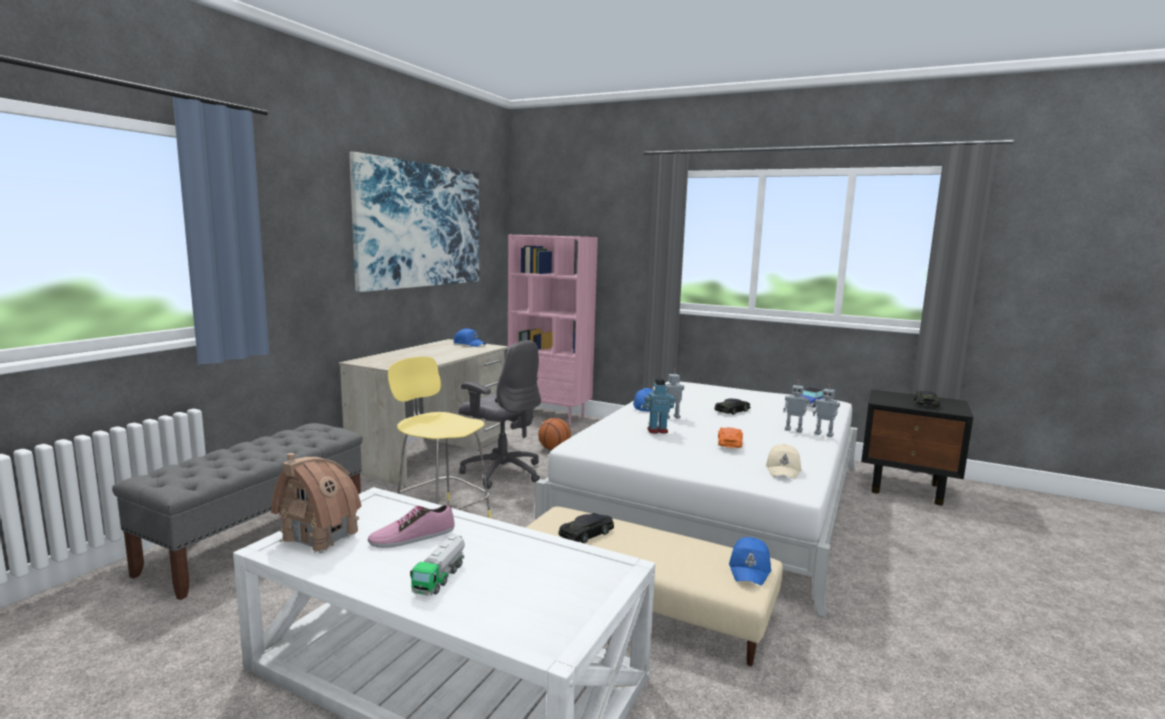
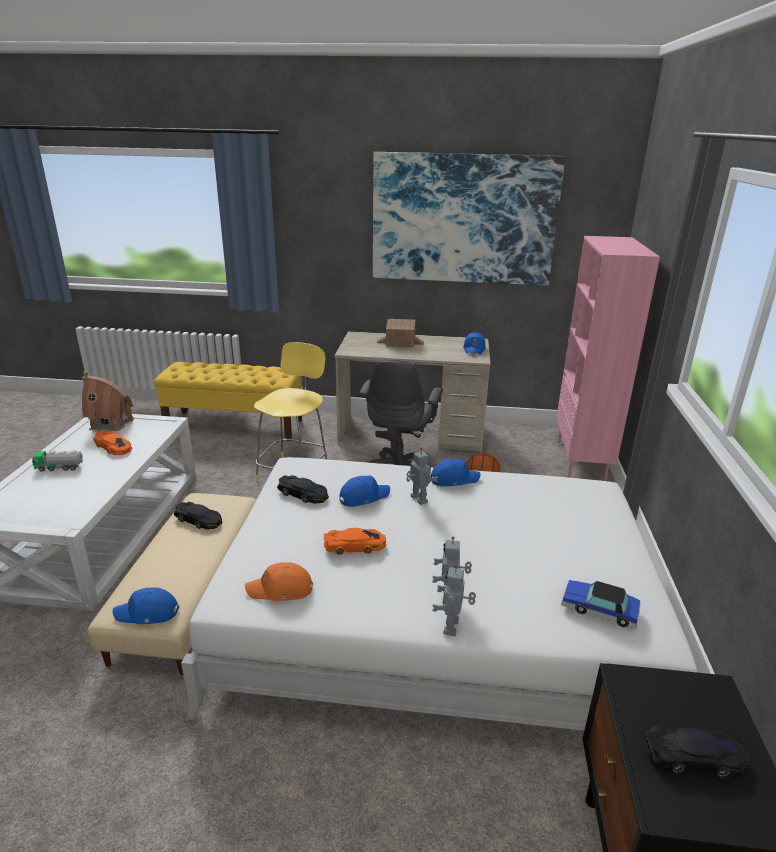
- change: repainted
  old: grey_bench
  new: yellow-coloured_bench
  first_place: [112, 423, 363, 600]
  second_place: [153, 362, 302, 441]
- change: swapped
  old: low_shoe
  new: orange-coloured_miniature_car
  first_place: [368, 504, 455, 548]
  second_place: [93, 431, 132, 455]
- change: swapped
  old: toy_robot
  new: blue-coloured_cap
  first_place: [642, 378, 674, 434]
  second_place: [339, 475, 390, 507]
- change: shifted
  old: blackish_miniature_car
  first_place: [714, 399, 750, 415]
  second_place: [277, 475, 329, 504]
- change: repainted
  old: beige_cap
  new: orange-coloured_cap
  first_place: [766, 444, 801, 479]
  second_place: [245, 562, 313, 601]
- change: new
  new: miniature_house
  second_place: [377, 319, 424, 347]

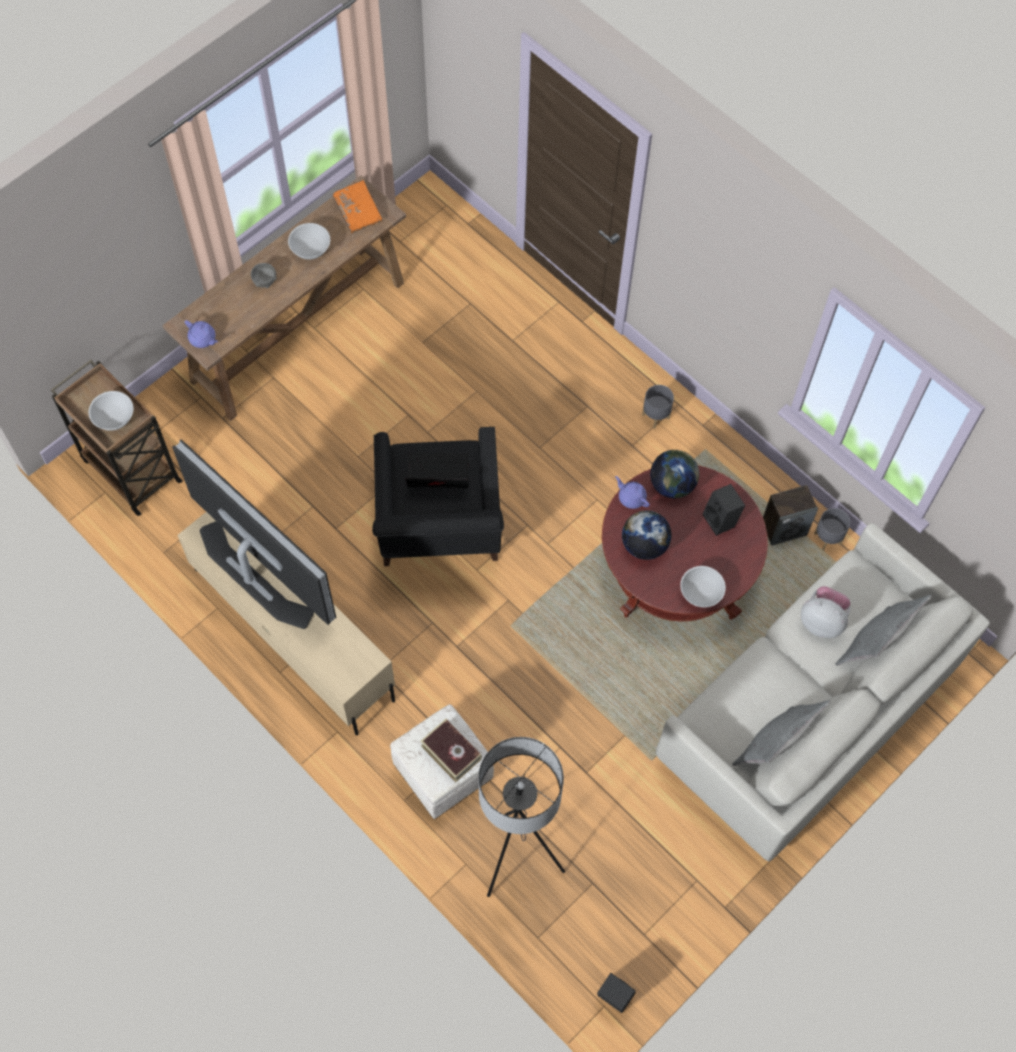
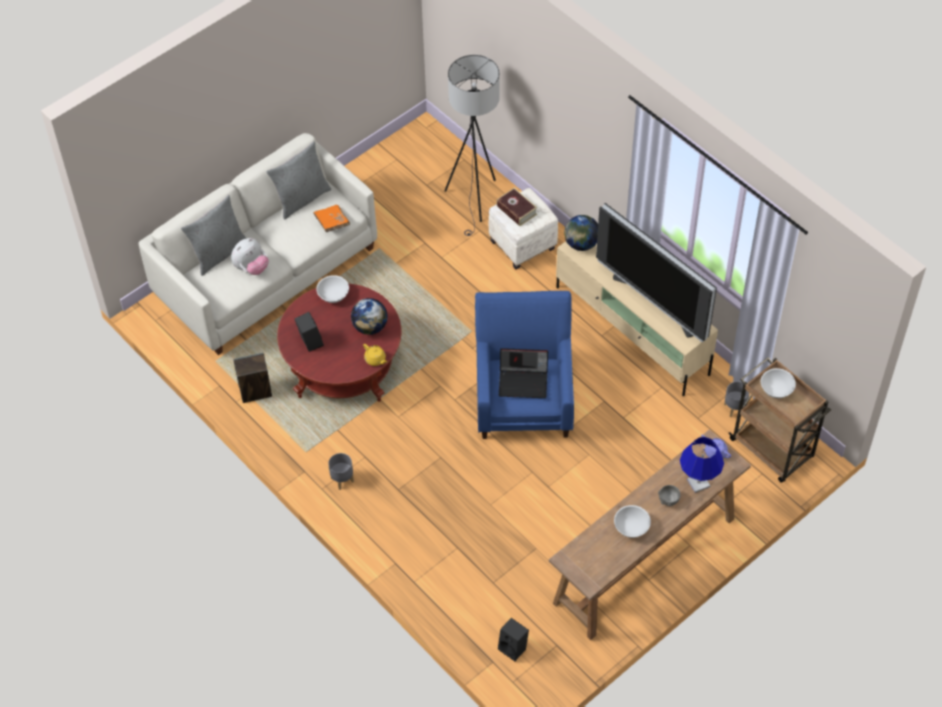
- change: shifted
  old: orange-coloured_bound_book
  first_place: [332, 180, 383, 233]
  second_place: [313, 205, 350, 232]
- change: repainted
  old: blackish_easy_chair
  new: blue-coloured_easy_chair
  first_place: [372, 427, 504, 566]
  second_place: [475, 291, 574, 439]
- change: shifted
  old: blackish_audio_speaker
  first_place: [597, 973, 636, 1013]
  second_place: [498, 618, 529, 661]
- change: repainted
  old: purple-coloured_teapot
  new: yellow-coloured_teapot
  first_place: [615, 476, 650, 509]
  second_place: [363, 344, 387, 366]
- change: shifted
  old: desk_globe
  first_place: [650, 450, 699, 498]
  second_place: [564, 215, 598, 251]
- change: rotated
  old: plush_toy
  first_place: [801, 586, 851, 638]
  second_place: [231, 238, 269, 275]
  degrees: -75
- change: shifted
  old: grey_flower_pot
  first_place: [814, 508, 850, 551]
  second_place: [724, 381, 750, 417]
- change: new
  new: blue-coloured_table_lamp
  second_place: [680, 437, 724, 493]

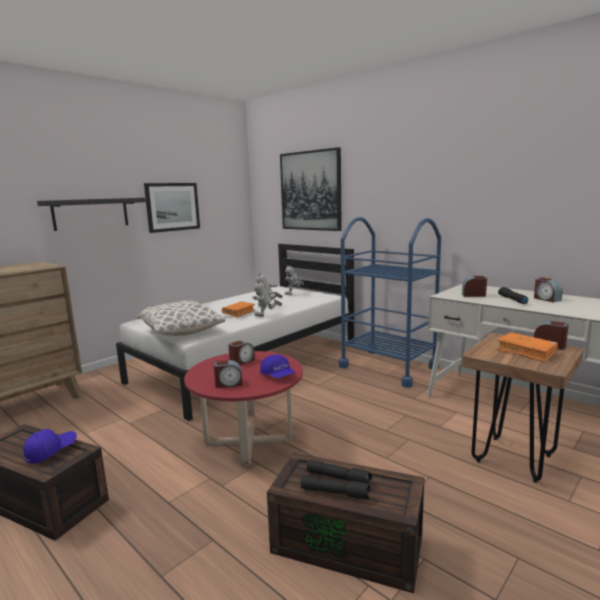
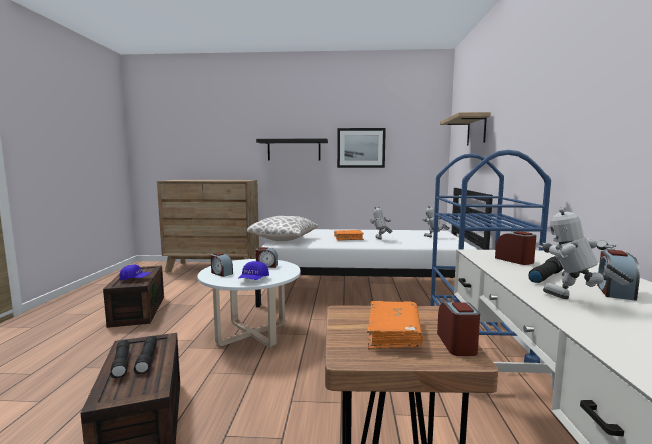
- change: repainted
  old: red-coloured_low_table
  new: white_low_table
  first_place: [184, 351, 303, 465]
  second_place: [197, 259, 301, 347]
- change: shifted
  old: toy_robot
  first_place: [252, 280, 283, 317]
  second_place: [538, 206, 634, 299]
- change: swapped
  old: picture
  new: shelf
  first_place: [280, 147, 342, 231]
  second_place: [440, 112, 491, 146]

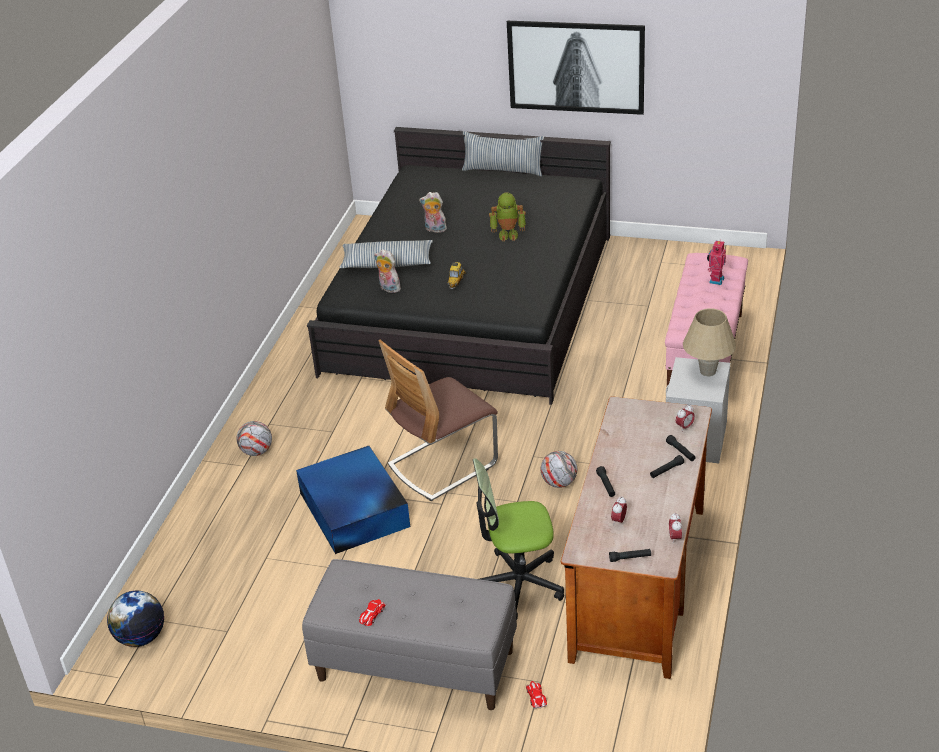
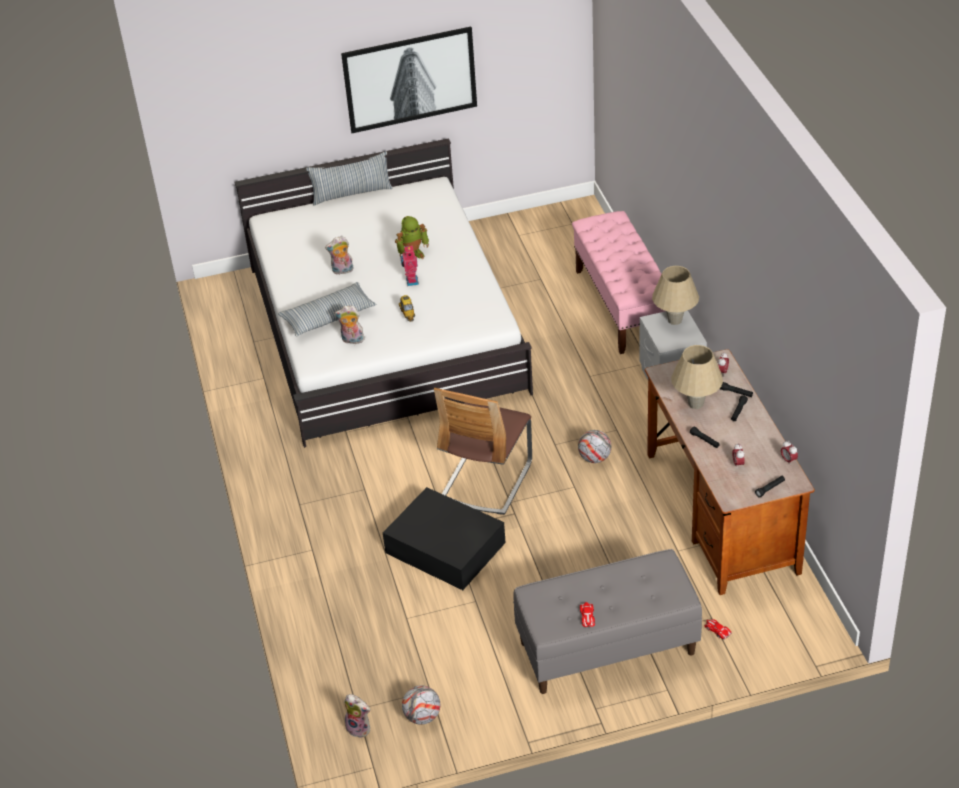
- change: swapped
  old: desk_globe
  new: plush_toy
  first_place: [107, 591, 164, 647]
  second_place: [344, 694, 370, 738]
- change: shifted
  old: football
  first_place: [237, 421, 272, 456]
  second_place: [402, 685, 440, 725]
- change: repainted
  old: blue-coloured_storage_container
  new: blackish_storage_container
  first_place: [296, 446, 410, 554]
  second_place: [383, 487, 506, 590]
- change: repainted
  old: blackish_bedroom_bed
  new: white_bedroom_bed
  first_place: [307, 127, 611, 405]
  second_place: [234, 138, 533, 448]
- change: gone
  old: computer_chair
  first_place: [473, 458, 564, 620]
- change: shifted
  old: toy_robot
  first_place: [707, 239, 726, 285]
  second_place: [401, 245, 419, 286]
- change: new
  new: beige_table_lamp
  second_place: [671, 345, 723, 409]

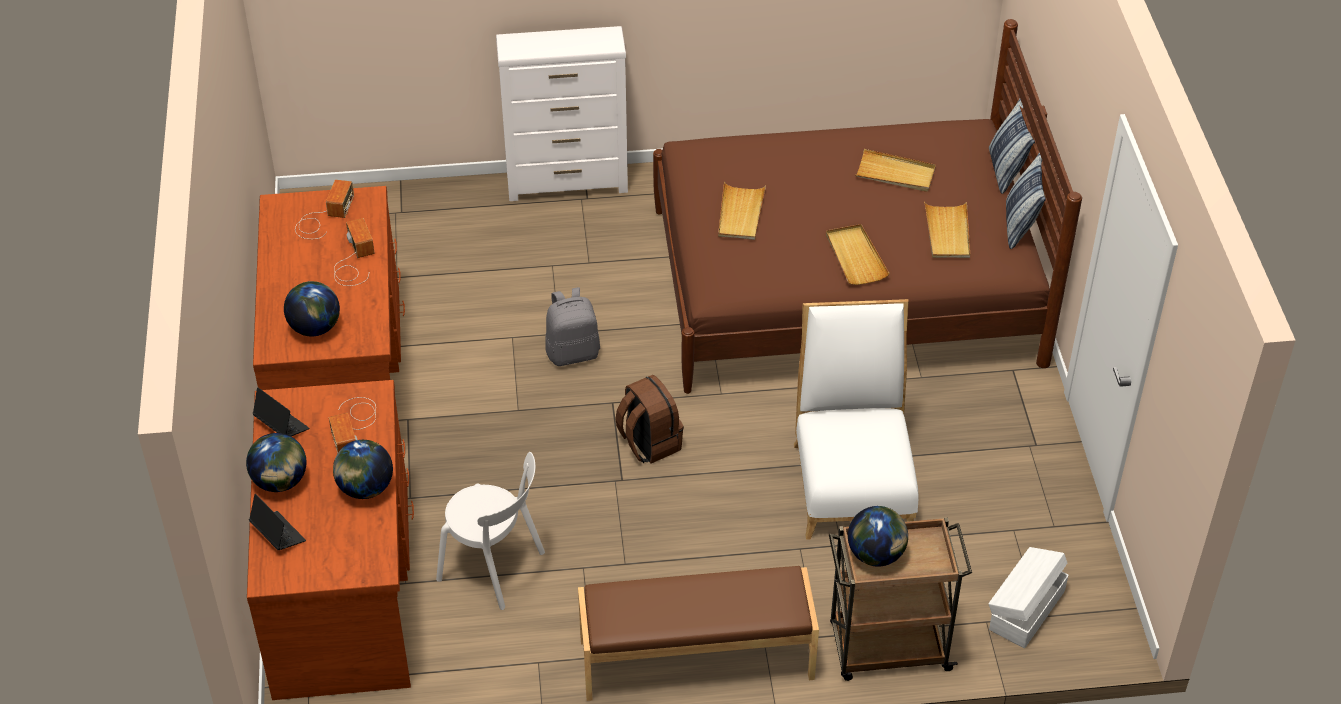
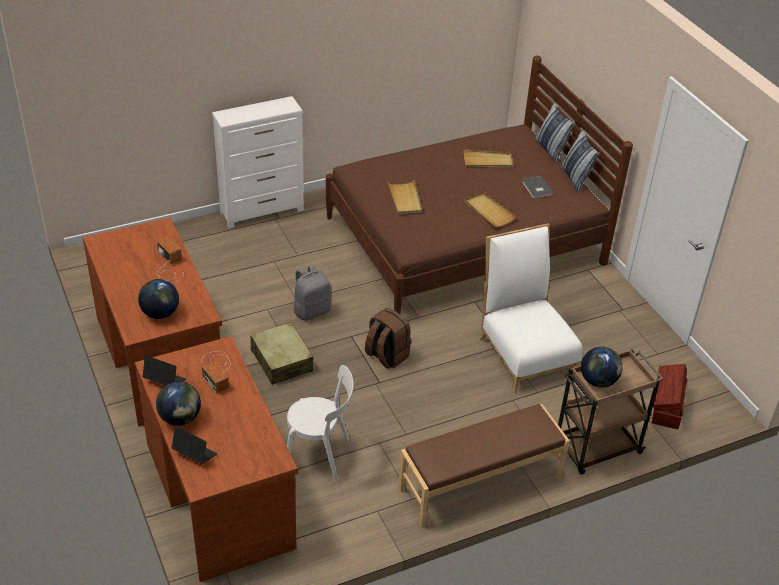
- change: gone
  old: radio_receiver
  first_place: [295, 180, 354, 239]
- change: gone
  old: desk_globe
  first_place: [333, 440, 393, 499]
- change: swapped
  old: beige_serving_tray
  new: grey_bound_book
  first_place: [924, 202, 970, 258]
  second_place: [522, 176, 554, 198]
- change: repainted
  old: white_storage_container
  new: brown_storage_container
  first_place: [989, 547, 1068, 648]
  second_place: [652, 364, 687, 429]
- change: new
  new: beige_piece_of_luggage
  second_place: [250, 322, 313, 385]

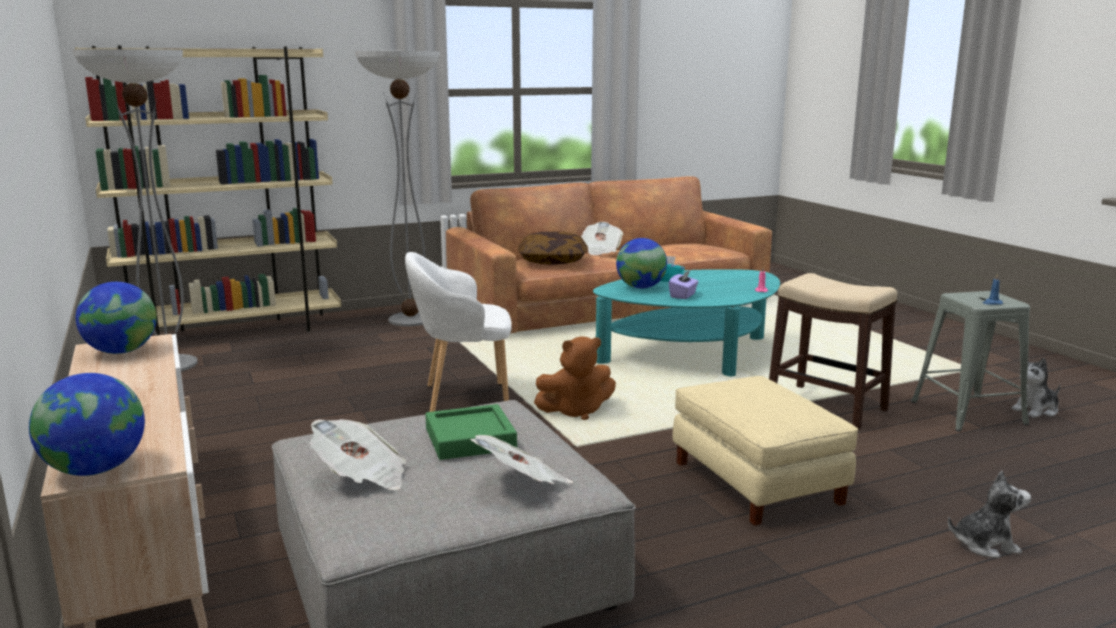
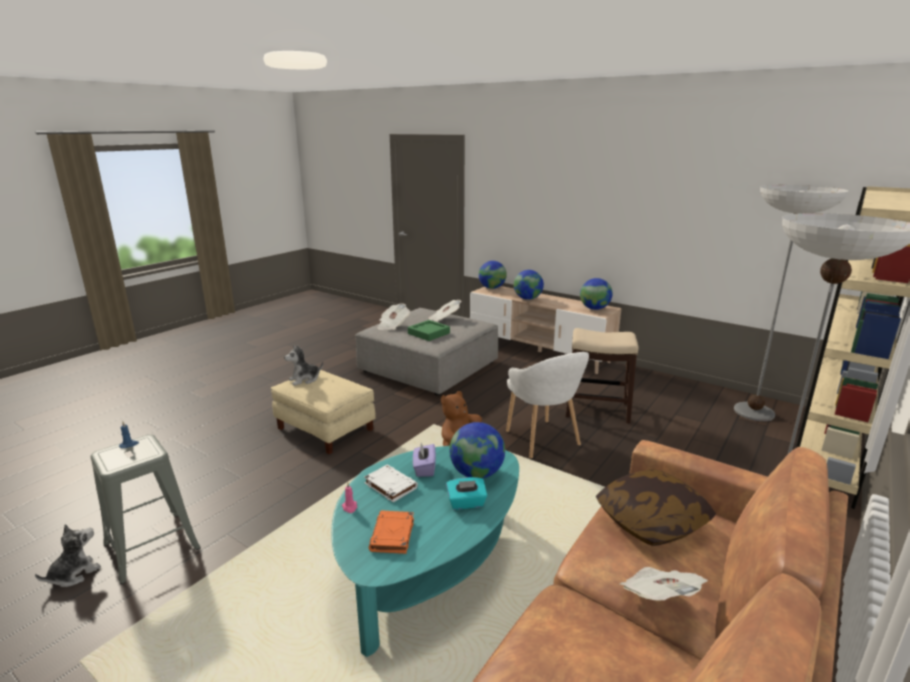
- change: rotated
  old: white_easy_chair
  first_place: [405, 252, 512, 412]
  second_place: [506, 352, 589, 459]
  degrees: 105
- change: shifted
  old: stool
  first_place: [769, 273, 897, 430]
  second_place: [566, 328, 639, 424]
- change: shifted
  old: plush_toy
  first_place: [948, 471, 1031, 558]
  second_place: [284, 345, 323, 386]
- change: new
  new: white_bound_book
  second_place: [364, 464, 418, 502]
- change: new
  new: orange-coloured_bound_book
  second_place: [369, 511, 414, 554]
- change: new
  new: desk_globe
  second_place: [514, 270, 544, 300]

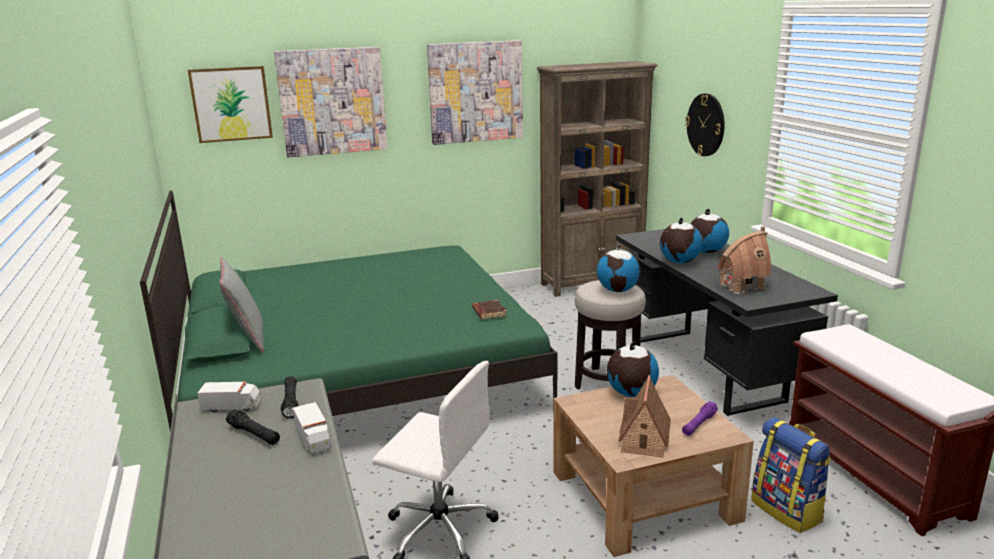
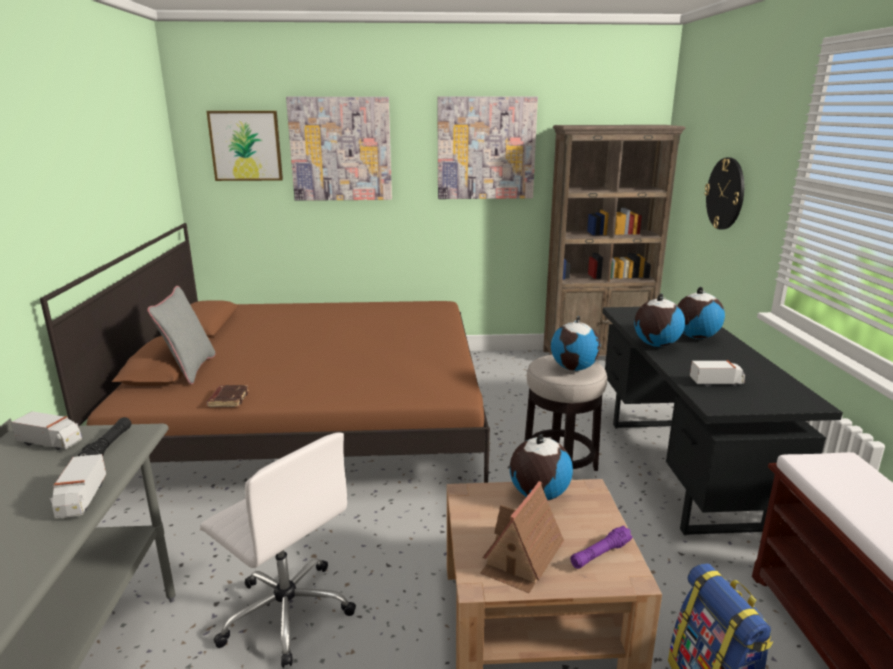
- change: repainted
  old: green-coloured_bedroom_bed
  new: brown_bedroom_bed
  first_place: [140, 191, 557, 431]
  second_place: [40, 223, 490, 483]
- change: gone
  old: blackish_flashlight
  first_place: [226, 409, 280, 445]
- change: shifted
  old: brown_bound_book
  first_place: [472, 300, 507, 319]
  second_place: [206, 385, 249, 407]
- change: swapped
  old: miniature_house
  new: toy_lorry
  first_place: [717, 226, 771, 294]
  second_place: [690, 360, 745, 386]

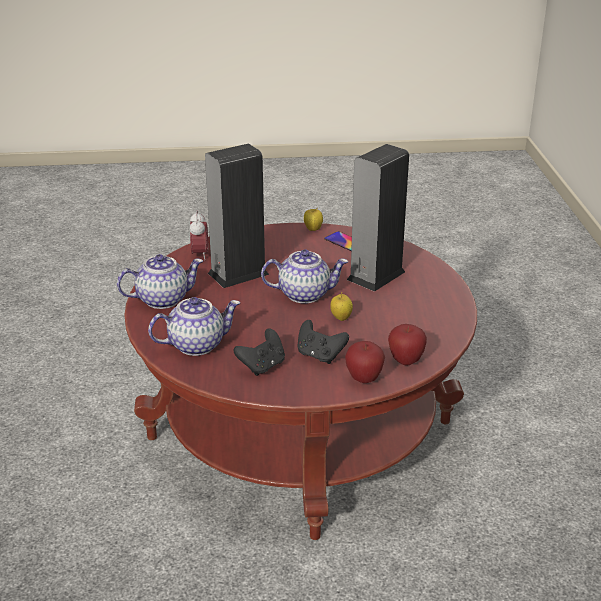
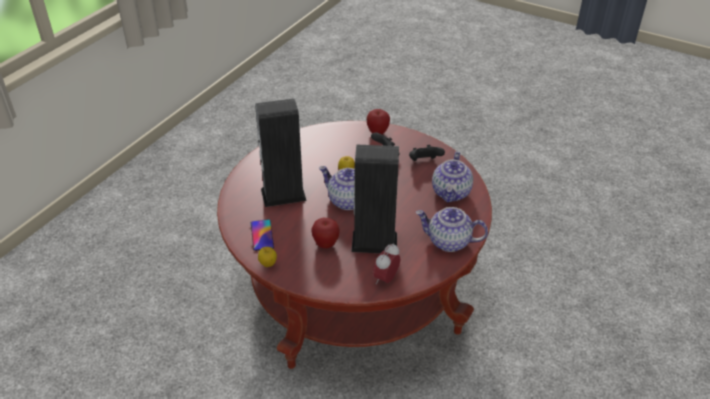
- change: rotated
  old: teapot
  first_place: [148, 297, 240, 356]
  second_place: [432, 152, 473, 203]
  degrees: -90
- change: shifted
  old: whole_apple
  first_place: [388, 324, 427, 366]
  second_place: [312, 218, 340, 248]

